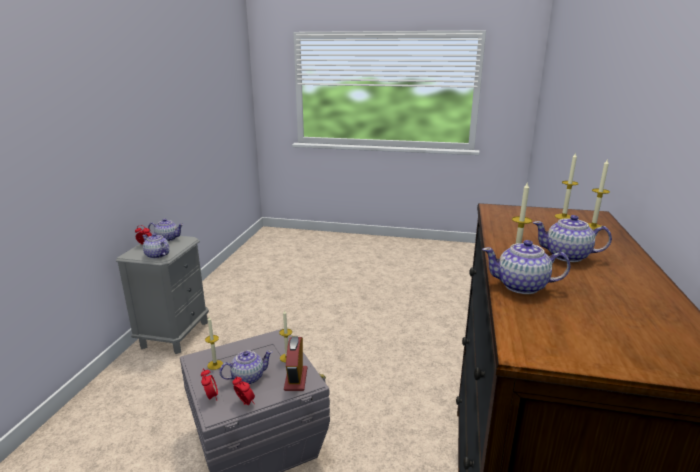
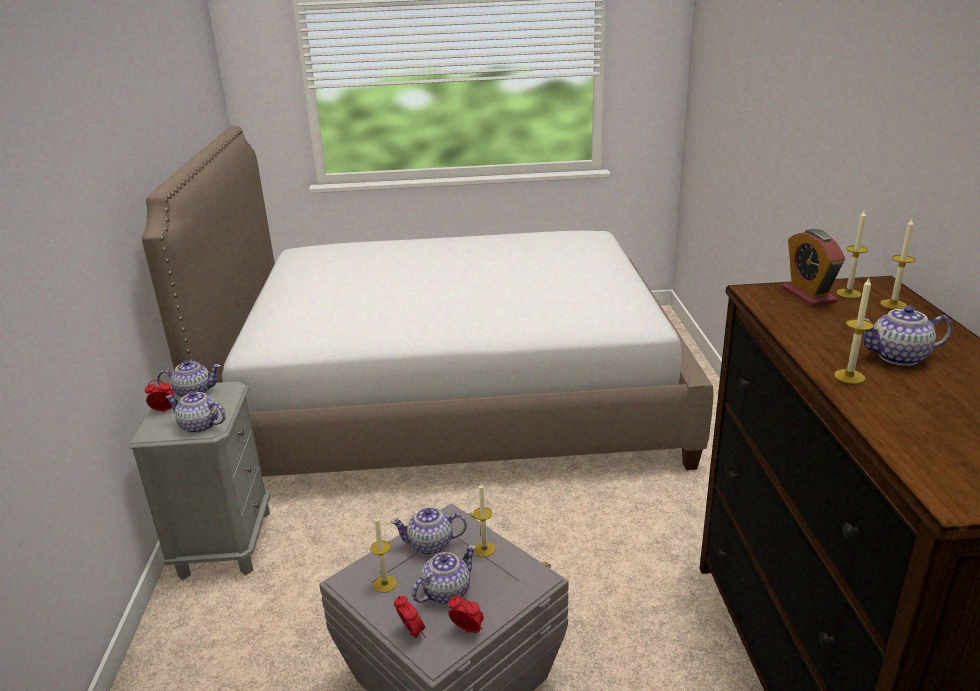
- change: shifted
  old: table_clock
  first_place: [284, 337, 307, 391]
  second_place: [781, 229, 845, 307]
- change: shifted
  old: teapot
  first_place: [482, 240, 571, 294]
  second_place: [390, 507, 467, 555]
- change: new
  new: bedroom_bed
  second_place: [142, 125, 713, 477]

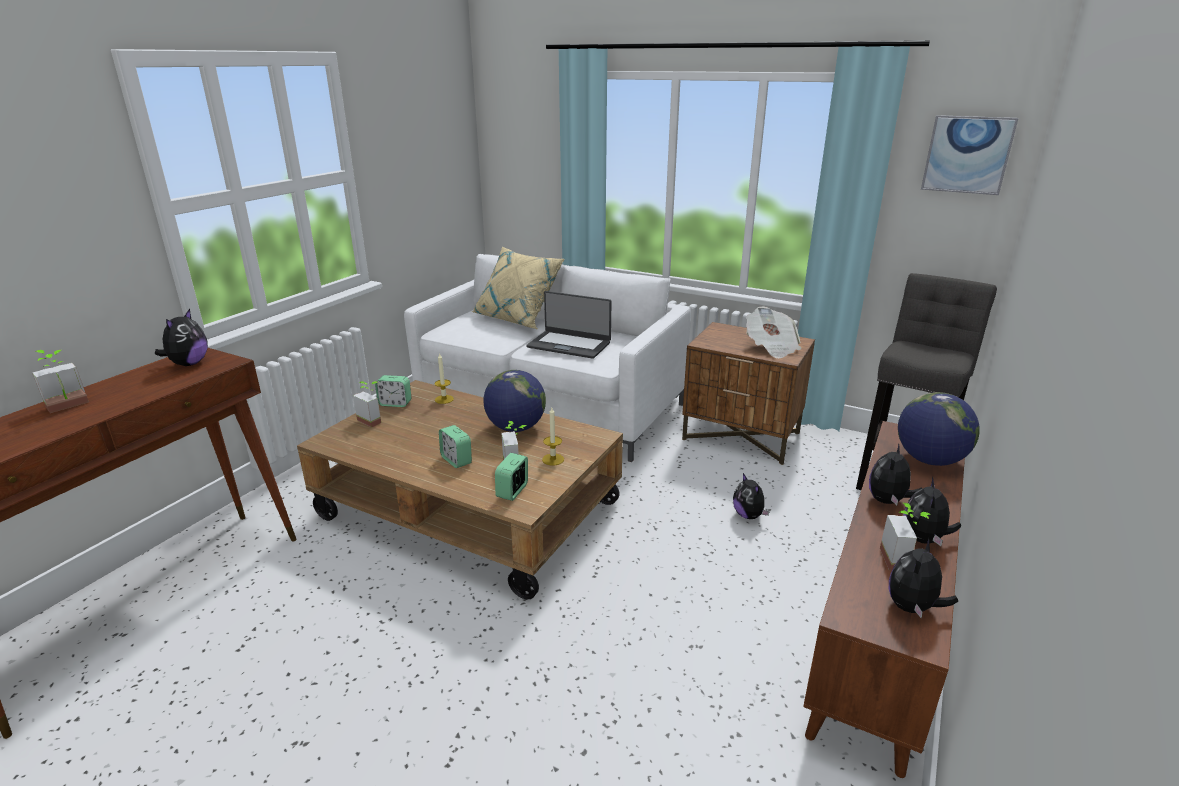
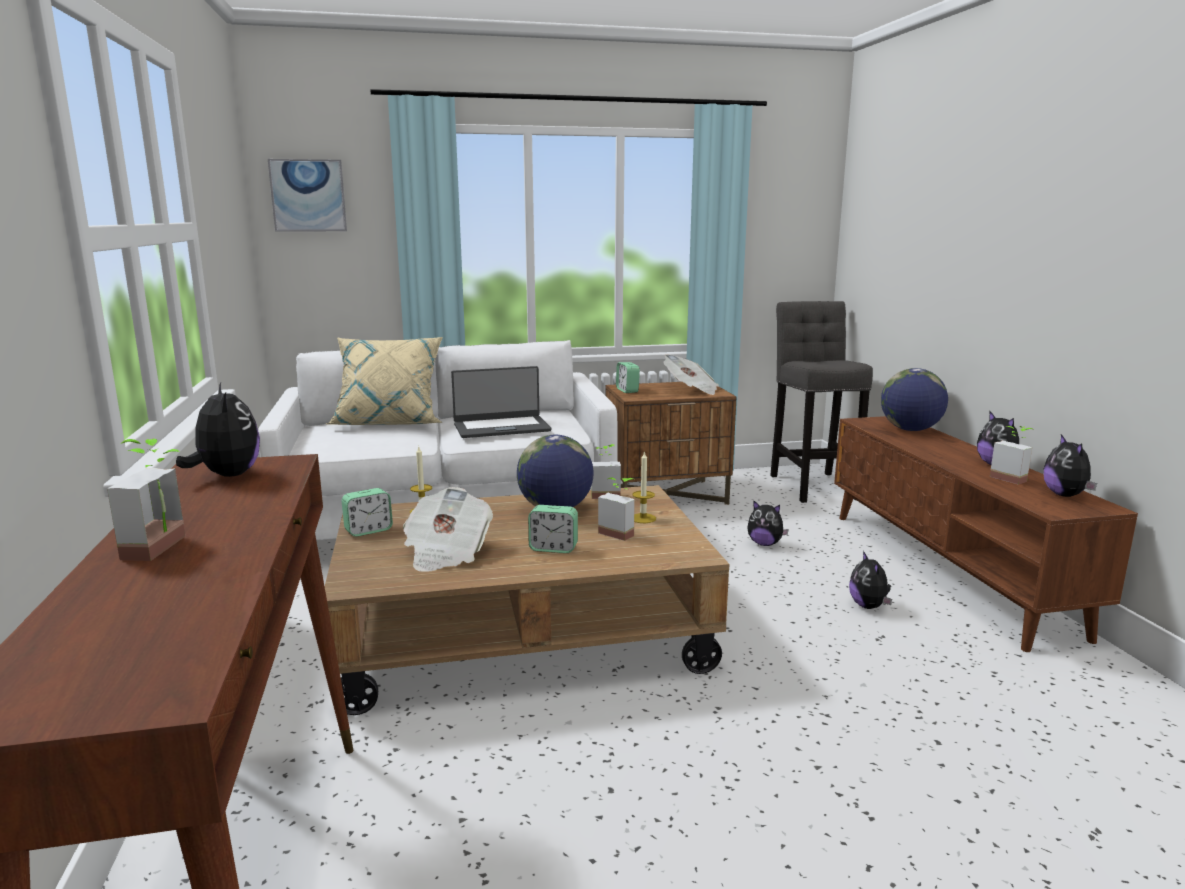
- change: shifted
  old: houseplant
  first_place: [353, 381, 381, 427]
  second_place: [591, 444, 621, 499]
- change: shifted
  old: table_clock
  first_place: [495, 453, 528, 501]
  second_place: [616, 362, 640, 393]
- change: shifted
  old: plush_toy
  first_place: [869, 443, 922, 505]
  second_place: [849, 551, 892, 609]
- change: shifted
  old: picture
  first_place: [921, 115, 1018, 195]
  second_place: [268, 159, 347, 232]
- change: new
  new: daily_paper
  second_place: [403, 487, 493, 572]

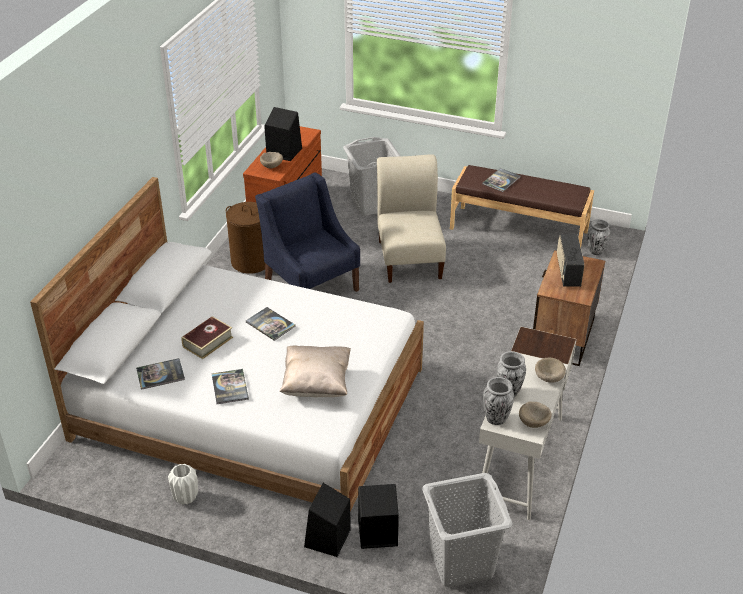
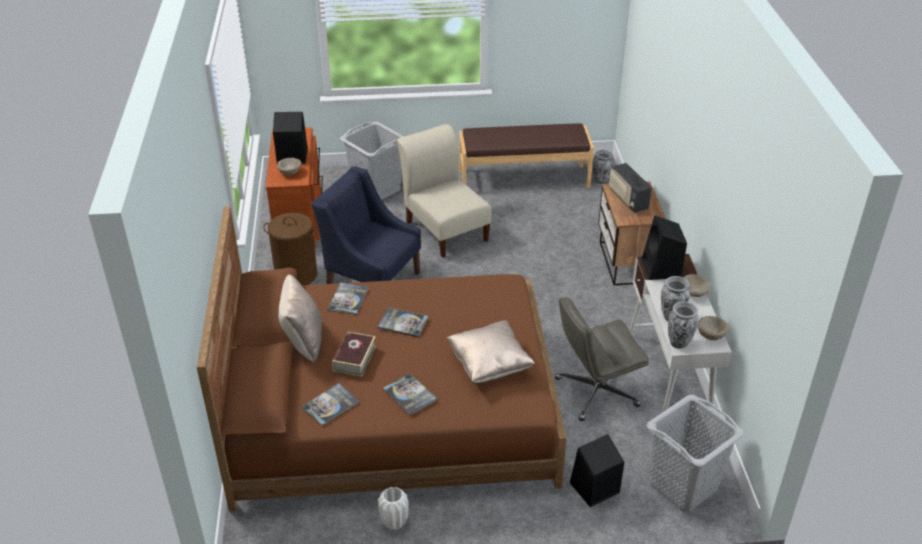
- change: repainted
  old: white_bedroom_bed
  new: brown_bedroom_bed
  first_place: [30, 177, 424, 511]
  second_place: [197, 206, 567, 512]
- change: shifted
  old: blackish_audio_speaker
  first_place: [304, 483, 351, 557]
  second_place: [641, 215, 687, 280]
- change: shifted
  old: bound_book
  first_place: [482, 168, 520, 192]
  second_place: [328, 283, 369, 315]
- change: new
  new: beige_pillow
  second_place: [279, 274, 322, 363]
- change: new
  new: grey_computer_chair
  second_place: [555, 297, 649, 421]

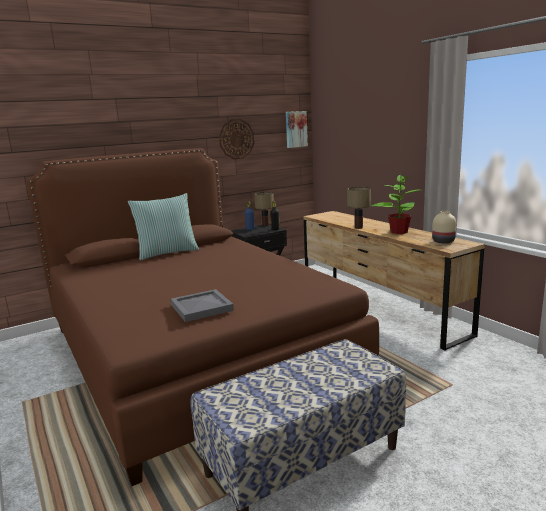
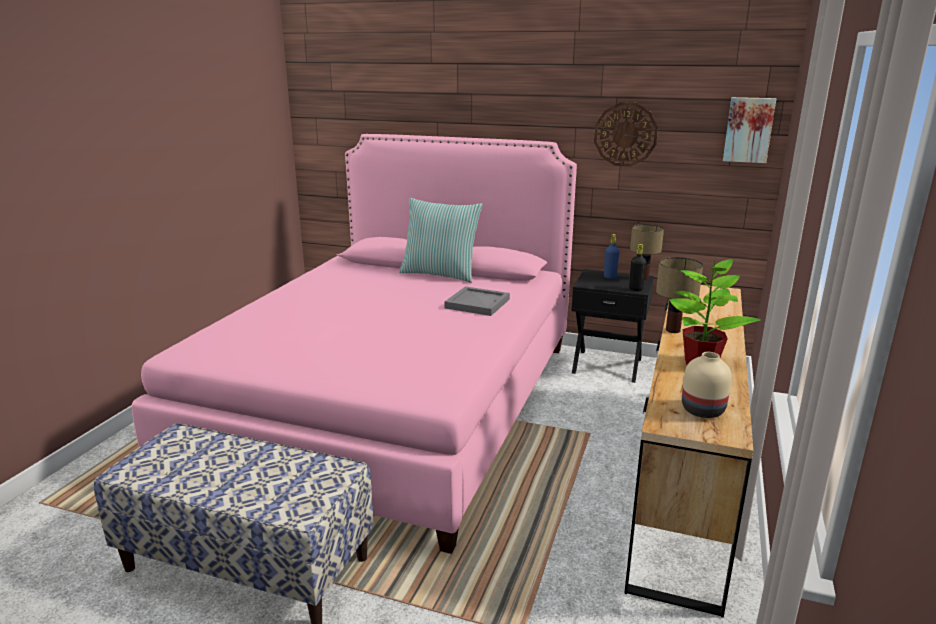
- change: repainted
  old: brown_bedroom_bed
  new: pink_bedroom_bed
  first_place: [26, 148, 379, 486]
  second_place: [132, 134, 577, 554]
- change: shifted
  old: grey_serving_tray
  first_place: [171, 289, 234, 322]
  second_place: [445, 286, 510, 316]

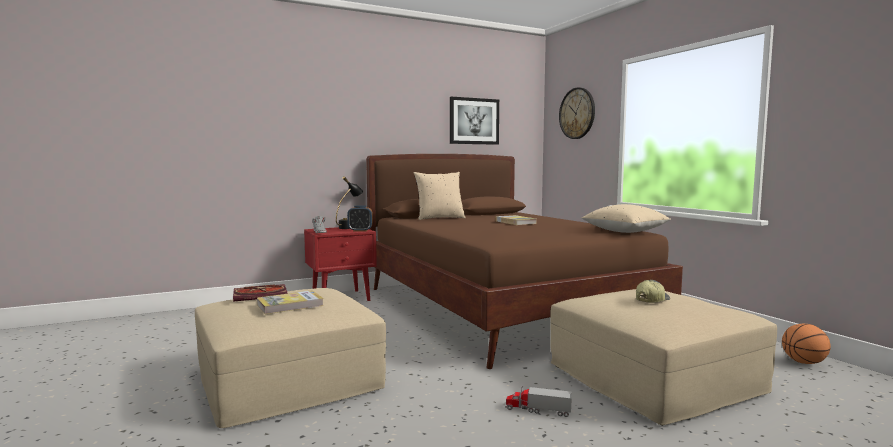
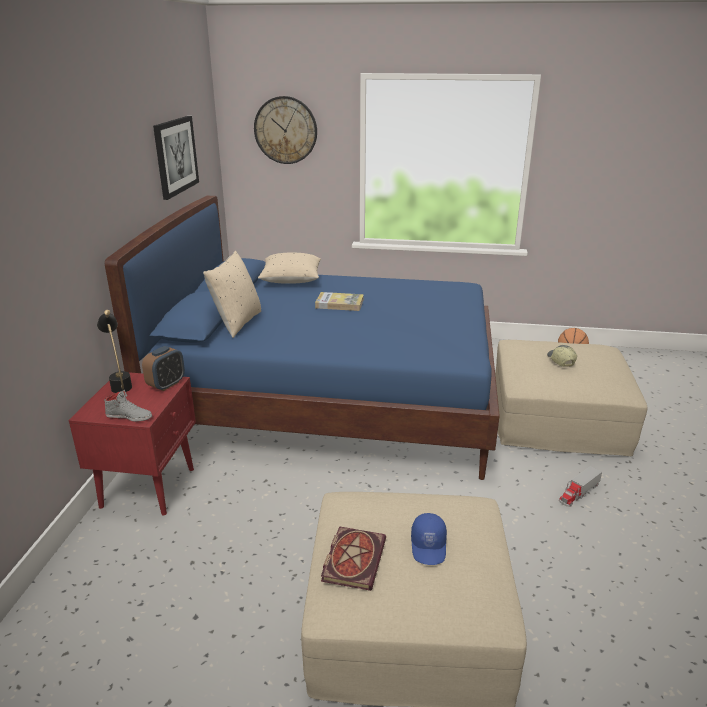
- change: swapped
  old: bound_book
  new: blue-coloured_cap
  first_place: [257, 290, 324, 314]
  second_place: [411, 513, 447, 565]
- change: repainted
  old: brown_bedroom_bed
  new: blue-coloured_bedroom_bed
  first_place: [366, 154, 683, 369]
  second_place: [105, 196, 500, 480]
- change: shifted
  old: beige_pillow
  first_place: [582, 204, 671, 233]
  second_place: [258, 253, 321, 284]

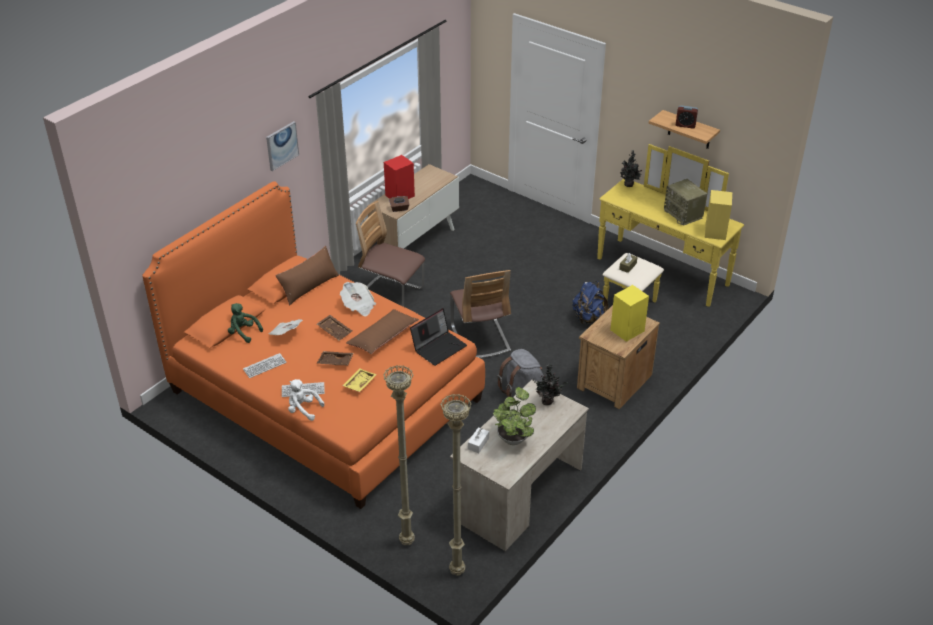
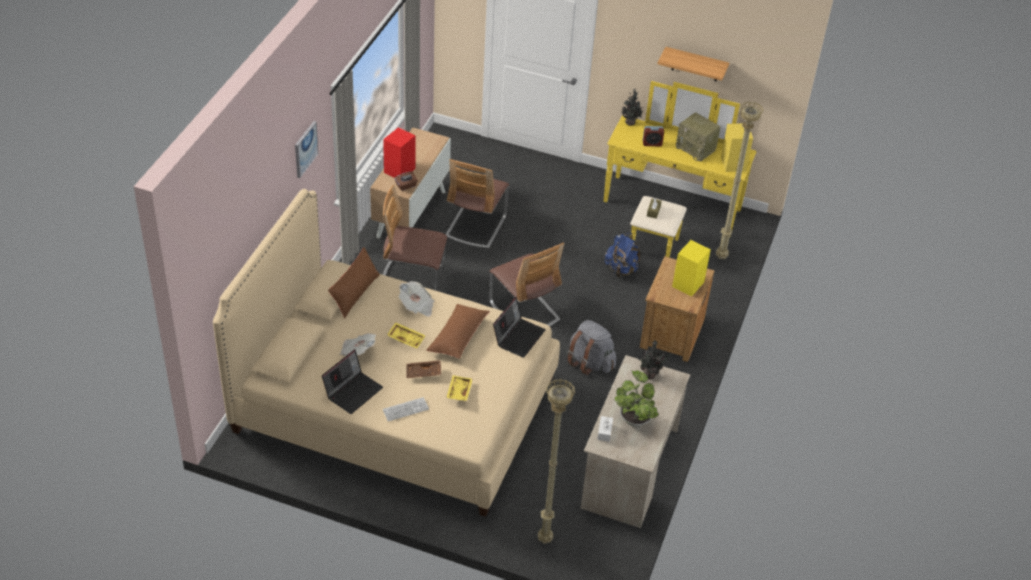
- change: repainted
  old: orange-coloured_bedroom_bed
  new: beige_bedroom_bed
  first_place: [142, 181, 485, 509]
  second_place: [213, 189, 560, 517]
- change: gone
  old: green-coloured_plush_toy
  first_place: [228, 303, 263, 343]
- change: swapped
  old: computer_keyboard
  new: laptop
  first_place: [243, 353, 287, 378]
  second_place: [322, 350, 383, 414]
- change: gone
  old: white_plush_toy
  first_place: [288, 379, 324, 421]
- change: repainted
  old: brown_serving_tray
  new: yellow-coloured_serving_tray
  first_place: [317, 315, 352, 341]
  second_place: [387, 322, 426, 349]
- change: shifted
  old: beige_floor_lamp
  first_place: [441, 394, 472, 576]
  second_place: [716, 101, 764, 259]
- change: shifted
  old: table_clock
  first_place: [676, 105, 698, 129]
  second_place: [643, 126, 664, 146]
- change: new
  new: chair
  second_place: [445, 159, 509, 249]

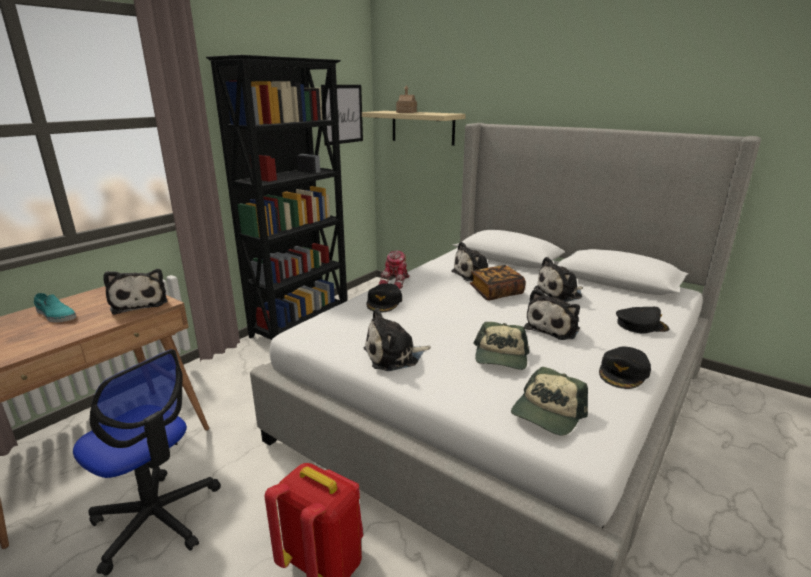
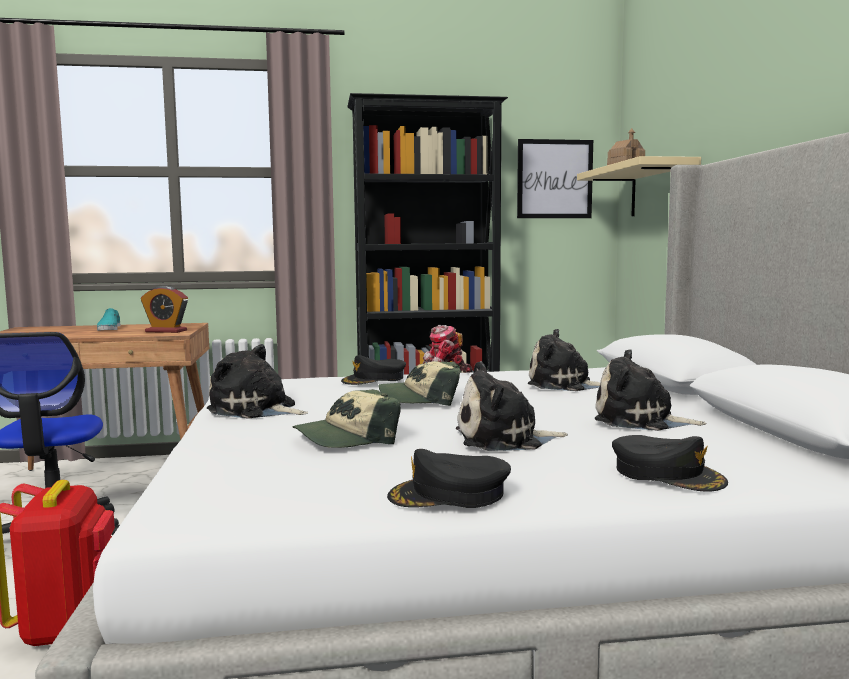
- change: swapped
  old: plush_toy
  new: table_clock
  first_place: [103, 269, 167, 315]
  second_place: [141, 286, 188, 333]
- change: gone
  old: bound_book
  first_place: [470, 265, 526, 301]
- change: shifted
  old: cap
  first_place: [511, 367, 588, 436]
  second_place: [379, 361, 461, 406]

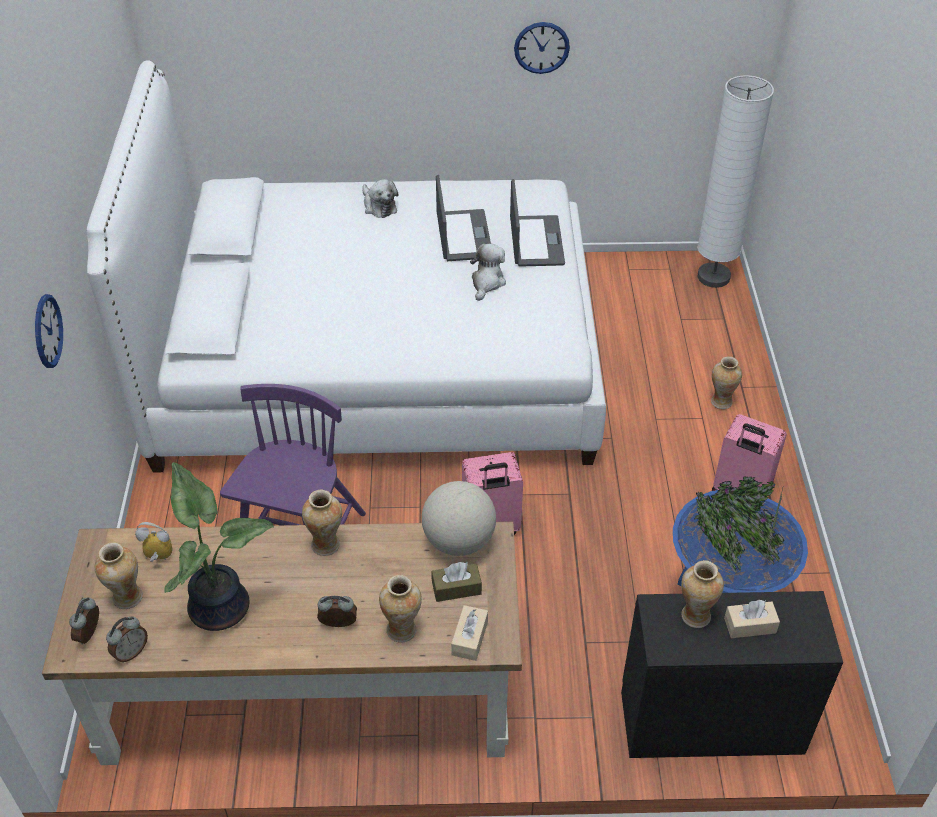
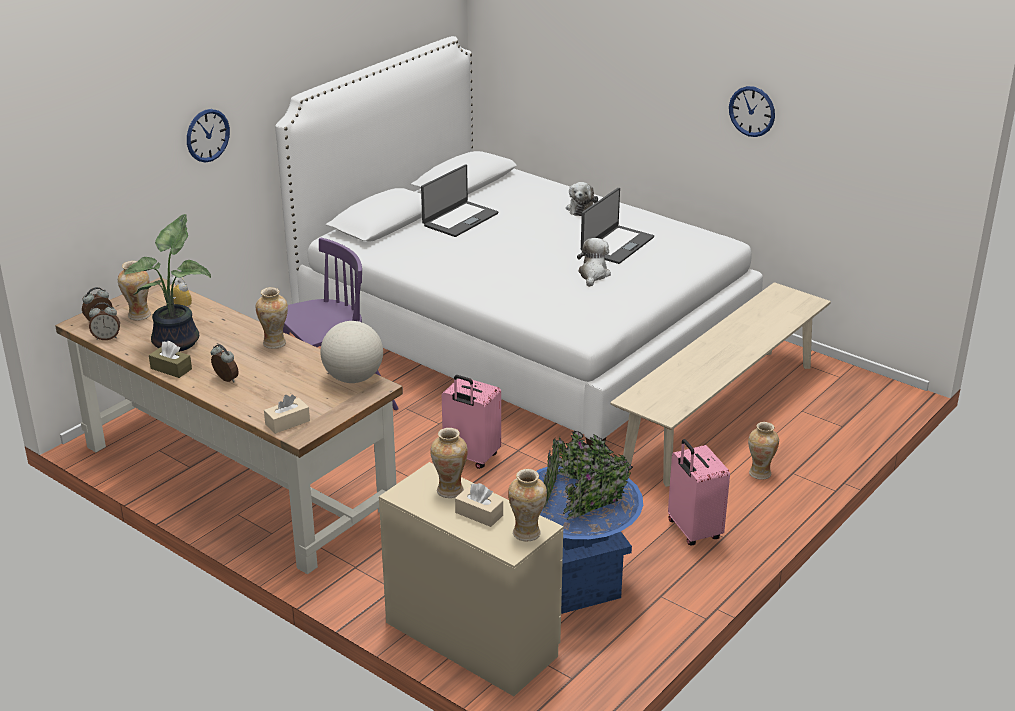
- change: shifted
  old: decorative_vase
  first_place: [379, 575, 422, 643]
  second_place: [508, 469, 547, 542]
- change: shifted
  old: brown_tissue_holder
  first_place: [432, 562, 482, 602]
  second_place: [149, 341, 192, 378]
- change: rotated
  old: plush_toy
  first_place: [470, 243, 506, 301]
  second_place: [577, 238, 611, 287]
  degrees: -45
- change: shifted
  old: laptop
  first_place: [510, 179, 565, 267]
  second_place: [421, 164, 498, 237]
- change: repainted
  old: blackish_dresser
  new: beige_dresser
  first_place: [621, 591, 843, 758]
  second_place: [379, 462, 563, 696]
- change: gone
  old: white_floor_lamp
  first_place: [698, 75, 774, 288]
- change: new
  new: beige_bench
  second_place: [610, 282, 831, 487]

